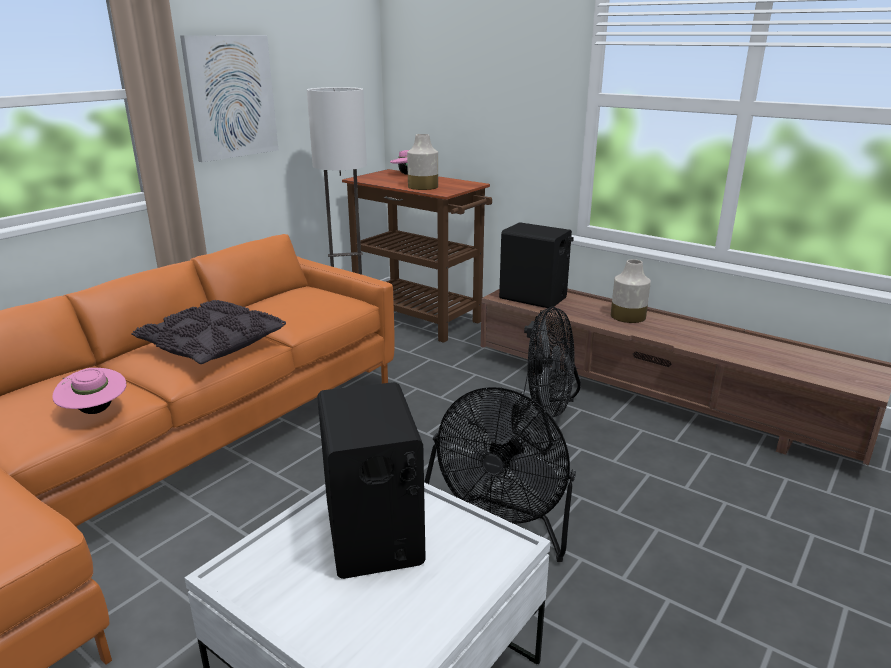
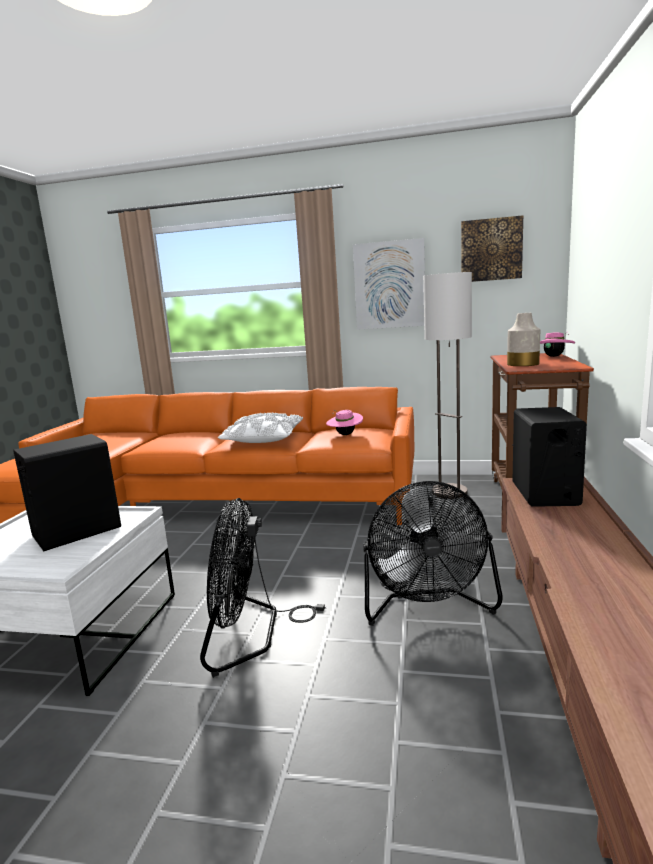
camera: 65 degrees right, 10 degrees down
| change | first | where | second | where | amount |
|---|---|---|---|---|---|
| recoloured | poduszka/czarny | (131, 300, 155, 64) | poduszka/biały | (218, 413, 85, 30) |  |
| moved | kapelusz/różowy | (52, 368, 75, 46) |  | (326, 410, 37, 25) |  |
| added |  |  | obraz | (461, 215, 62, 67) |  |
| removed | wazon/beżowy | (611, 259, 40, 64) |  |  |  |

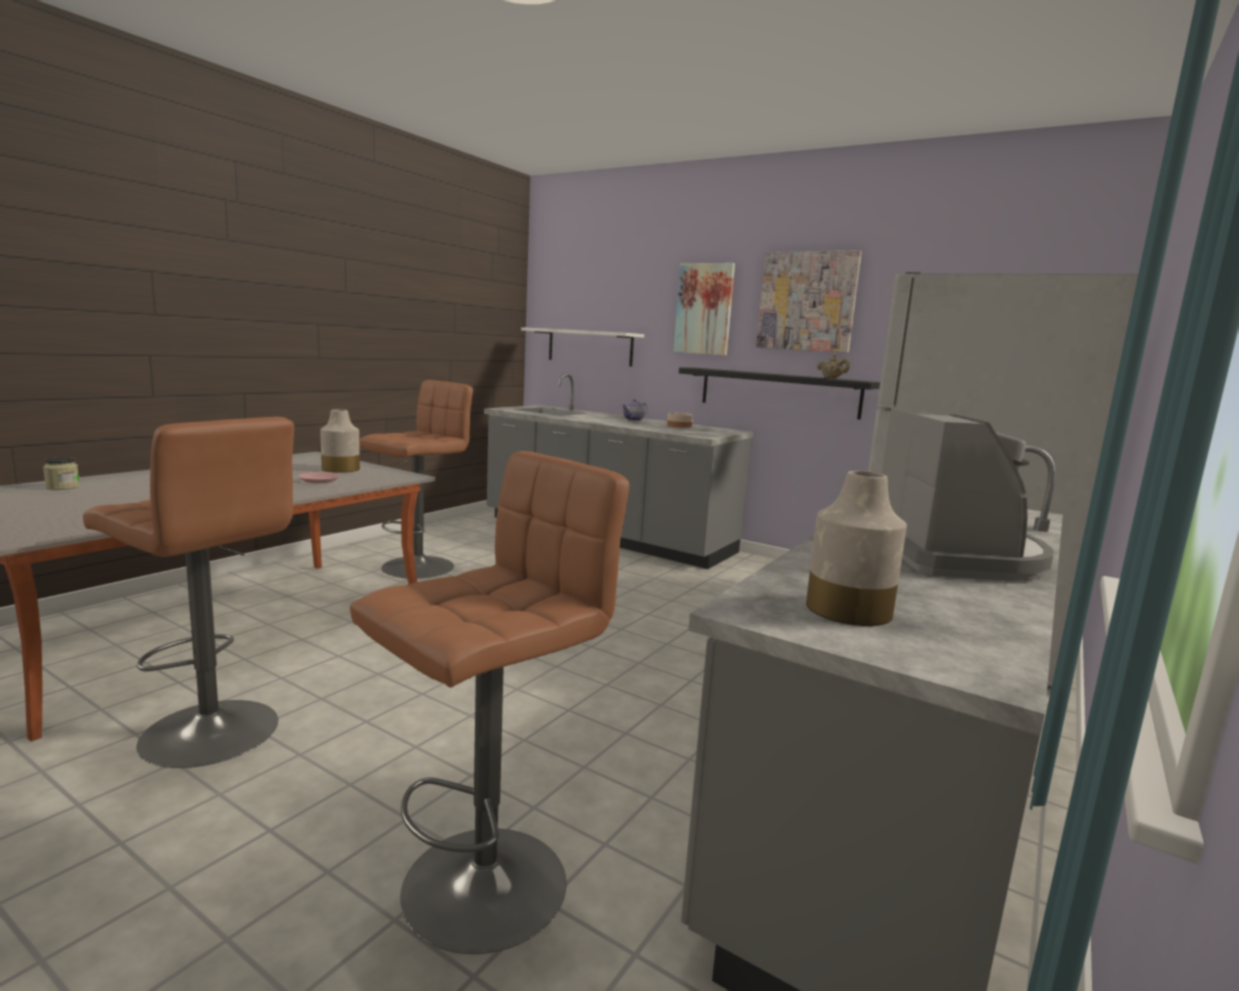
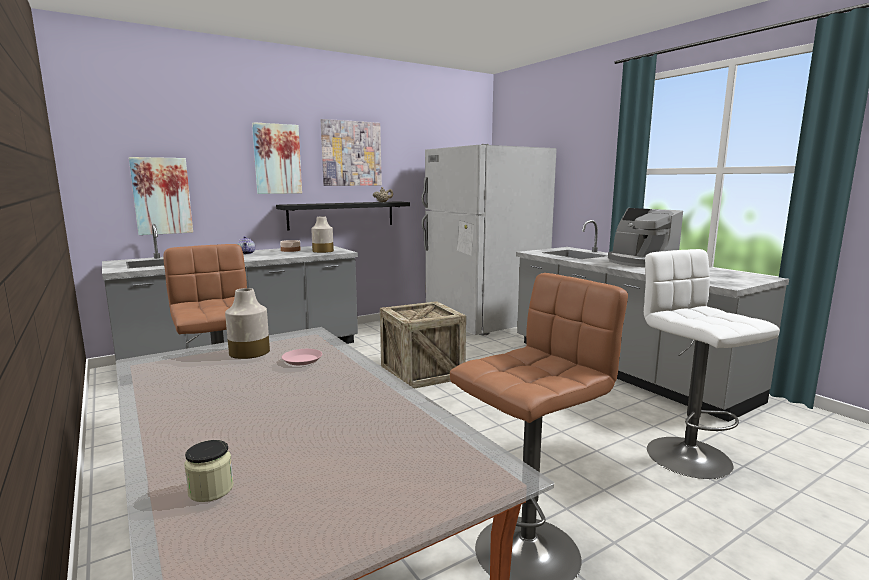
camera: 65 degrees left, 0 degrees up
| change | first | where | second | where | amount |
|---|---|---|---|---|---|
| replaced | półka/biały | (521, 327, 123, 39) | obraz | (129, 157, 64, 78) |  |
| moved | wazon/beżowy | (806, 471, 101, 155) |  | (311, 216, 23, 37) |  |
| added |  |  | skrzynka | (380, 301, 86, 88) |  |
| turned | ekspres do kawy | (881, 407, 172, 174) |  | (608, 208, 75, 59) | 150 degrees counterclockwise |
| recoloured | stołek/brązowy | (350, 451, 279, 503) | stołek/biały | (644, 249, 136, 230) |  |

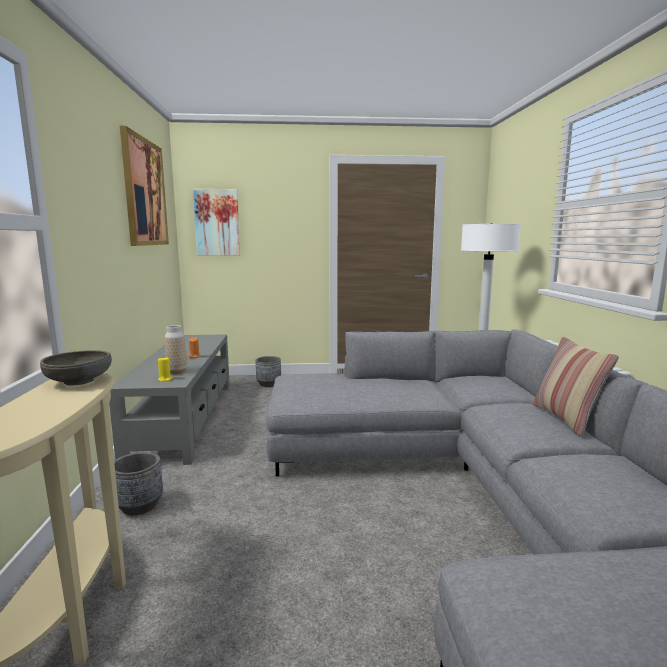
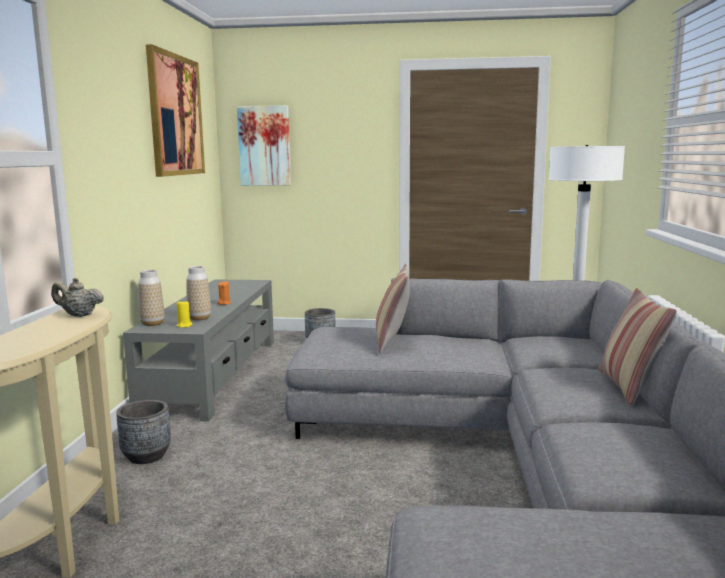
camera: 10 degrees right, 0 degrees up
| change | first | where | second | where | amount |
|---|---|---|---|---|---|
| replaced | miska/szary | (40, 350, 72, 35) | imbryk/beżowy | (51, 278, 53, 39) |  |
| added |  |  | wazon | (138, 270, 27, 56) |  |
| added |  |  | poduszka | (376, 264, 34, 90) |  |

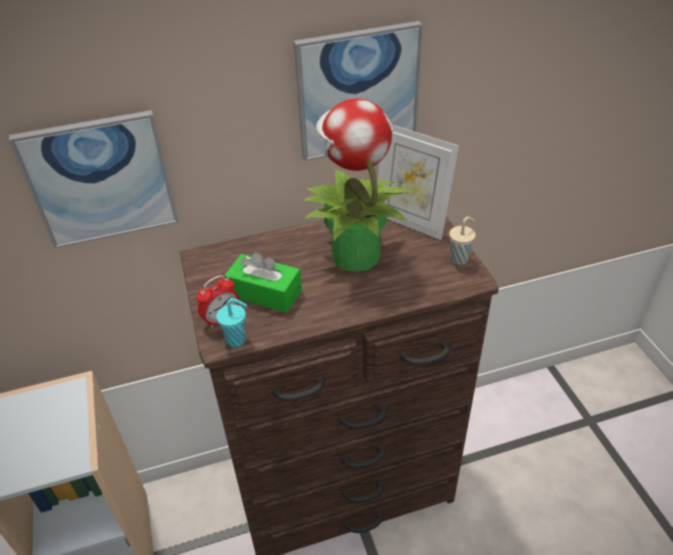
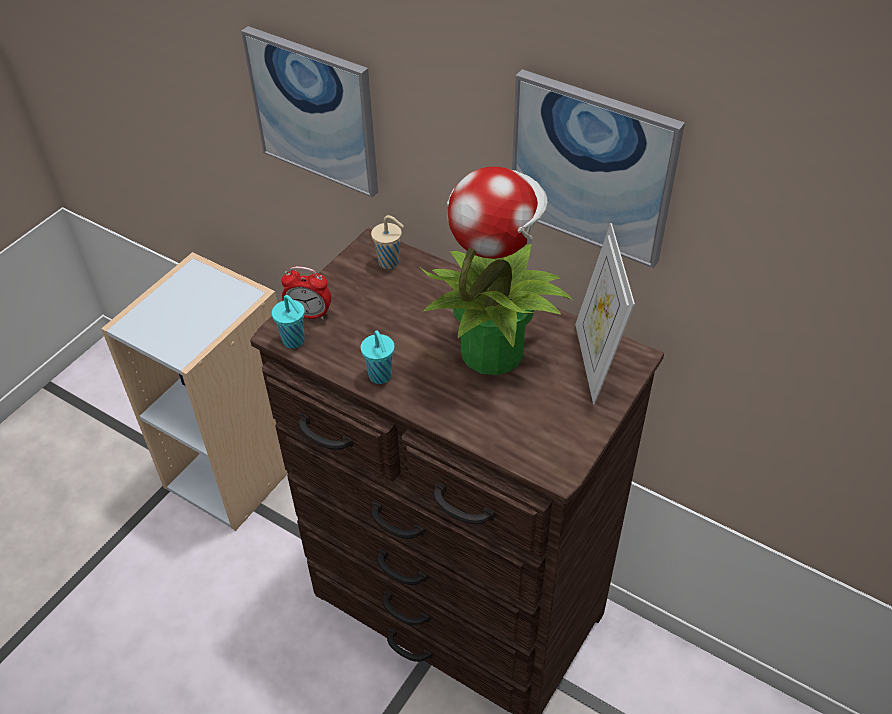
camera: 50 degrees right, 5 degrees up
| change | first | where | second | where | amount |
|---|---|---|---|---|---|
| added |  |  | filiżanka/turkusowy | (361, 330, 34, 54) |  |
| moved | filiżanka/beżowy | (449, 217, 27, 48) |  | (371, 215, 33, 54) |  |
| removed | pudełko chusteczek/zielony | (224, 252, 78, 61) |  |  |  |

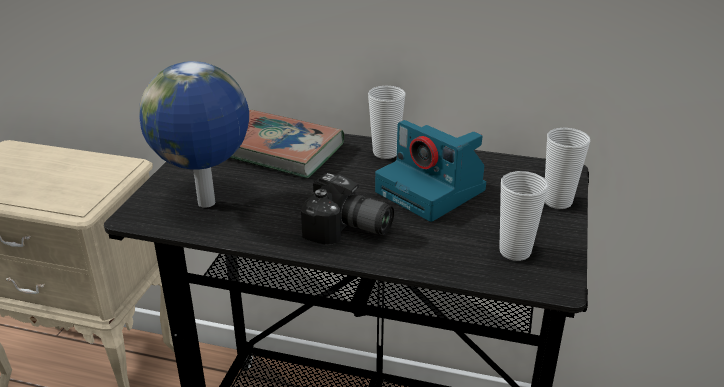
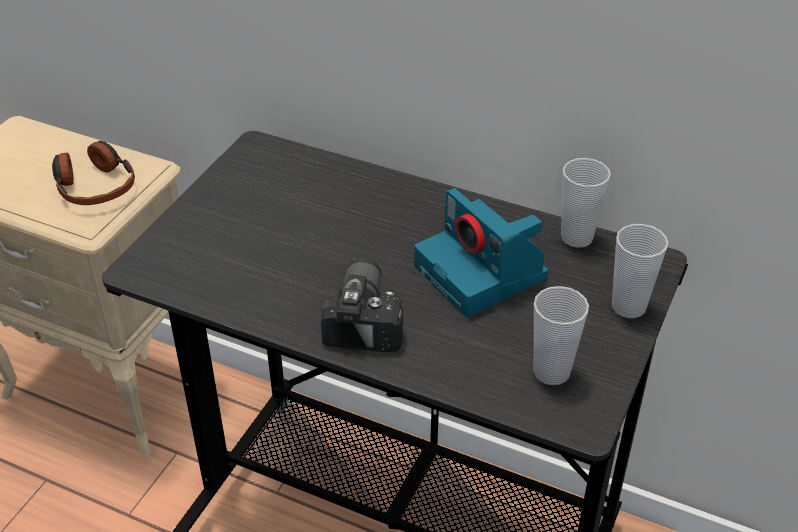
camera: 10 degrees right, 10 degrees up
| change | first | where | second | where | amount |
|---|---|---|---|---|---|
| added |  |  | słuchawki | (52, 141, 83, 64) |  |
| turned | aparat fotograficzny | (301, 173, 93, 72) |  | (321, 258, 82, 94) | 120 degrees counterclockwise |
| moved | filiżanka | (368, 86, 38, 73) |  | (561, 158, 50, 90) |  |
| removed | globus | (139, 61, 110, 147) |  |  |  |
| removed | książka | (230, 110, 114, 68) |  |  |  |

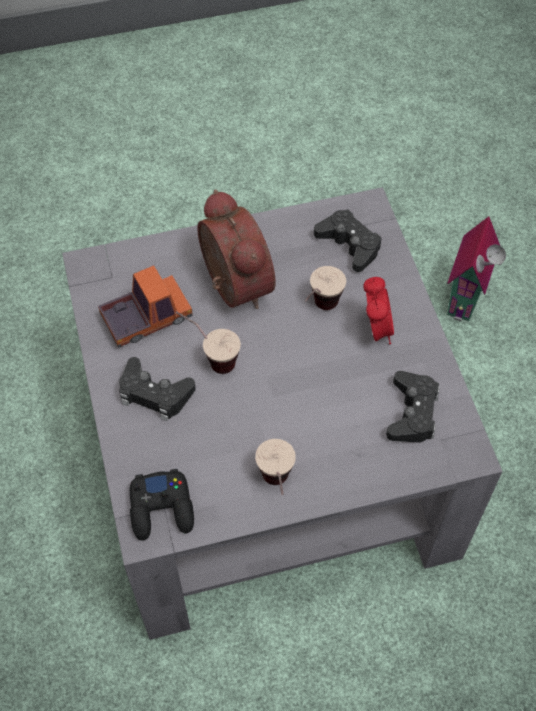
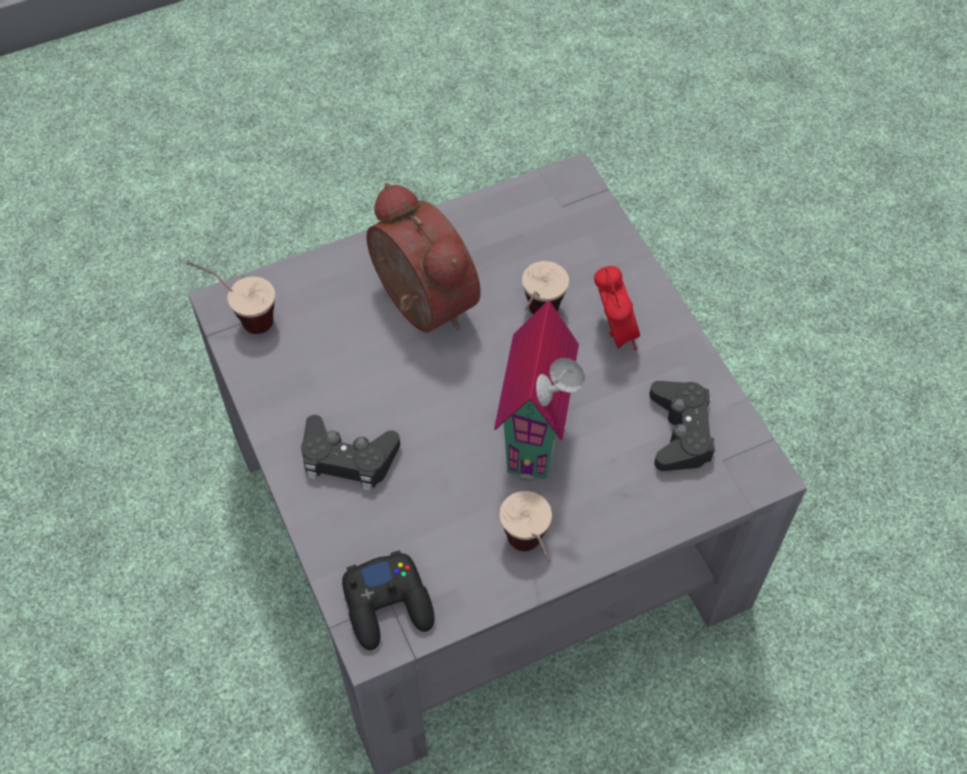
camera: 10 degrees left, 0 degrees up
| change | first | where | second | where | amount |
|---|---|---|---|---|---|
| moved | filiżanka | (175, 311, 66, 63) |  | (187, 261, 88, 73) |  |
| moved | domek | (447, 216, 59, 105) |  | (494, 300, 91, 181) |  |
| removed | ciężarówka zabawkowa | (98, 265, 95, 83) |  |  |  |
| removed | pad do gier/czarny | (314, 209, 67, 63) |  |  |  |

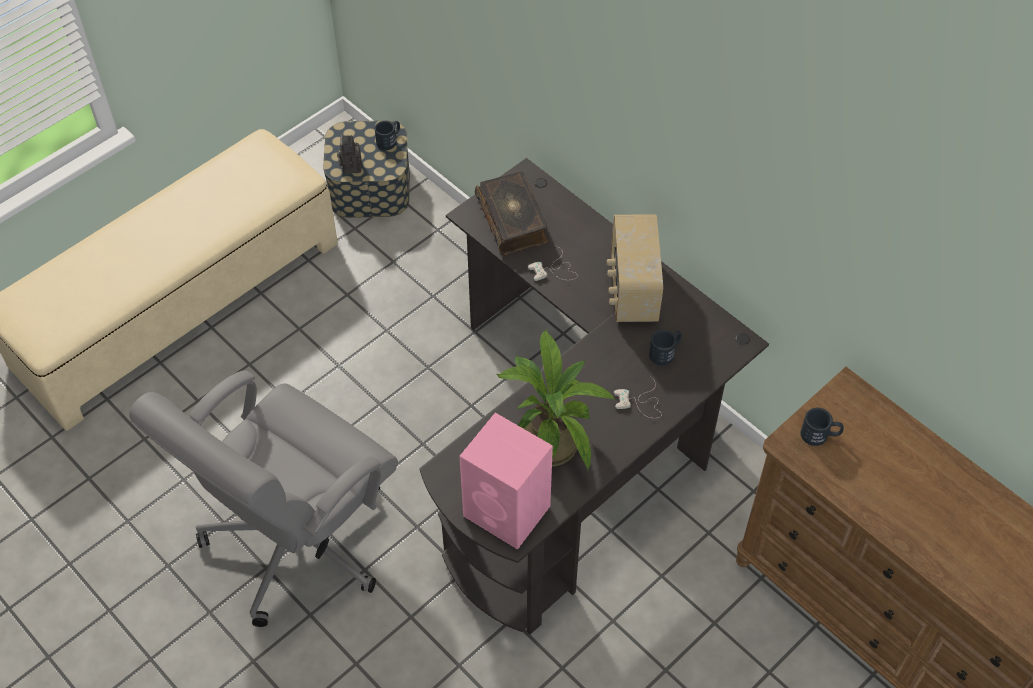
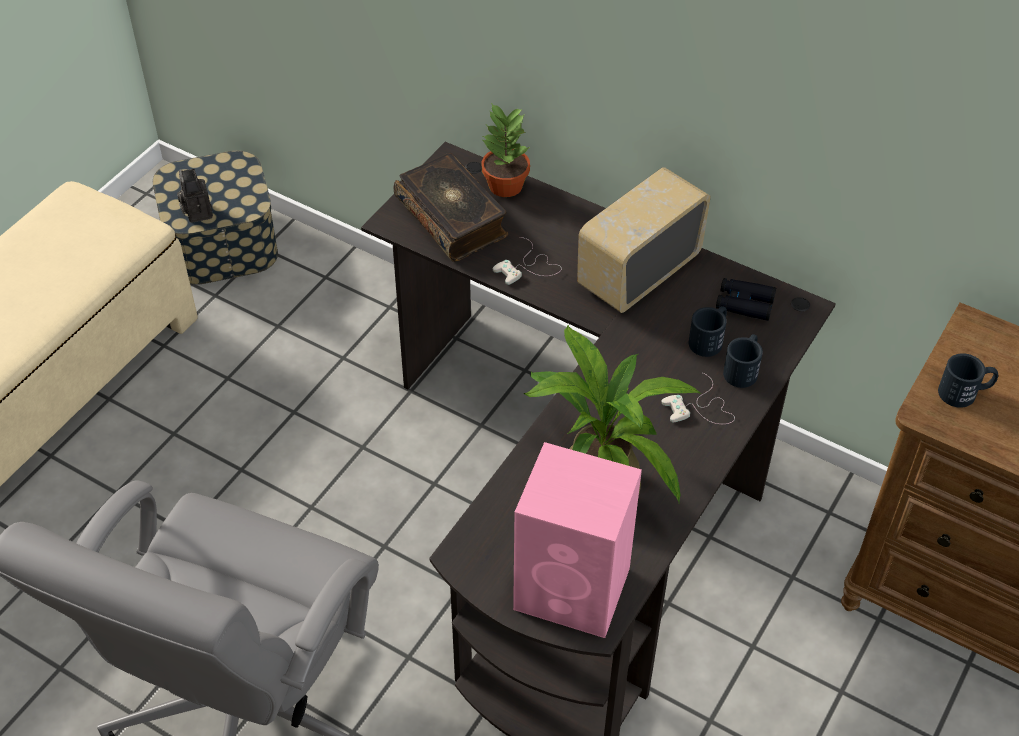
camera: 15 degrees left, 5 degrees down
| change | first | where | second | where | amount |
|---|---|---|---|---|---|
| added |  |  | roślina doniczkowa | (481, 103, 49, 94) |  |
| turned | radio | (607, 214, 56, 108) |  | (577, 167, 134, 146) | 60 degrees clockwise |
| added |  |  | lornetka/czarny | (716, 278, 60, 43) |  |
| moved | kubek/czarny | (375, 121, 25, 29) |  | (723, 334, 40, 54) |  |

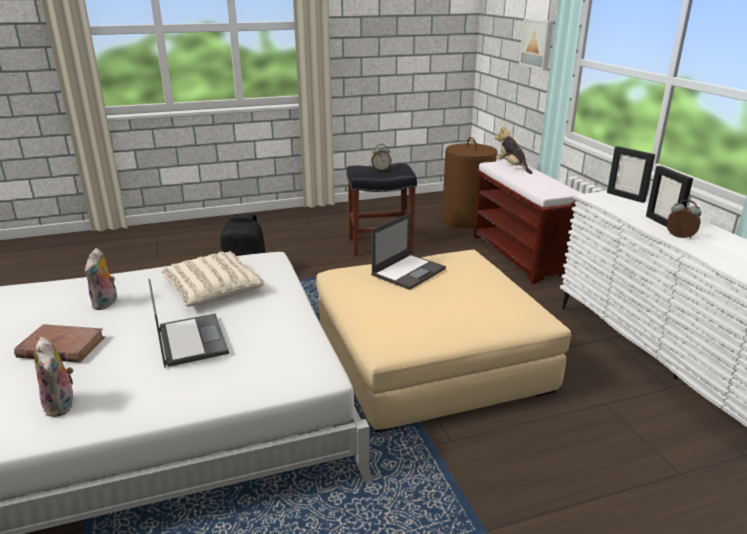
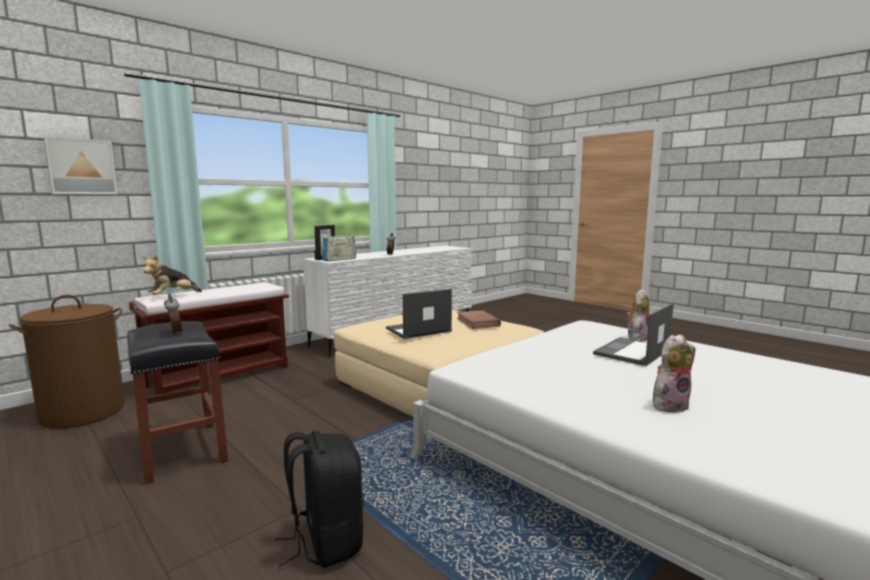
camera: 115 degrees left, 15 degrees down
| change | first | where | second | where | amount |
|---|---|---|---|---|---|
| added |  |  | radio | (322, 232, 34, 29) |  |
| turned | laptop | (371, 213, 75, 77) |  | (386, 289, 66, 50) | 45 degrees counterclockwise |
| moved | książka/brązowy | (14, 324, 91, 39) |  | (457, 310, 44, 19) |  |
| moved | pluszak | (35, 337, 39, 80) |  | (626, 289, 23, 53) |  |
| removed | poduszka/beżowy | (161, 251, 103, 56) |  |  |  |
| removed | ramka na zdjęcie | (646, 166, 47, 61) |  |  |  |

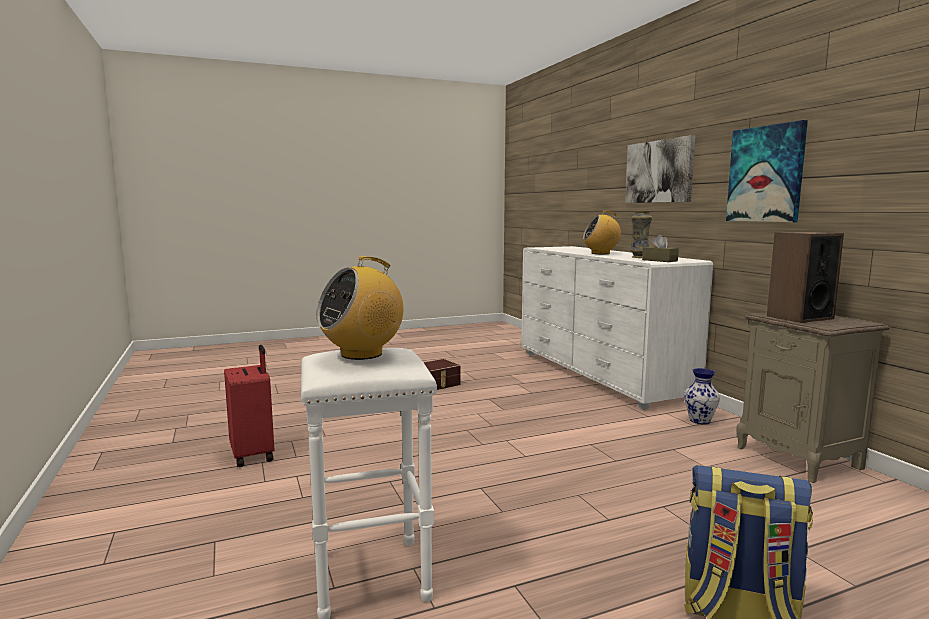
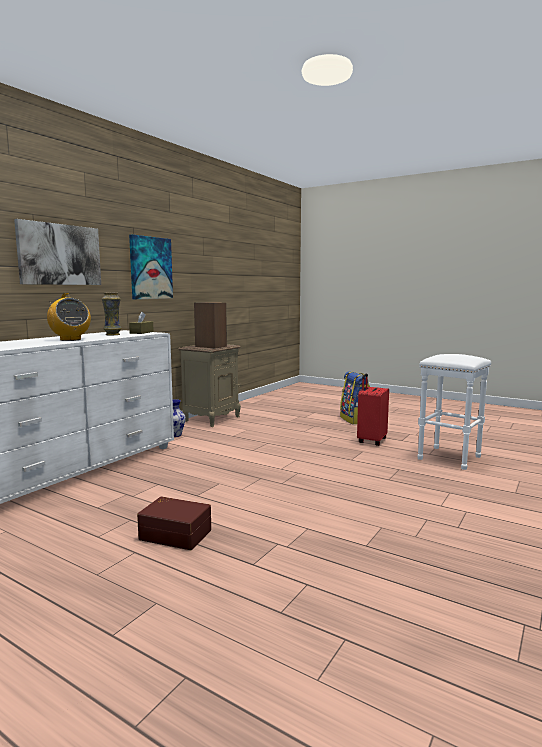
camera: 125 degrees left, 0 degrees up
| change | first | where | second | where | amount |
|---|---|---|---|---|---|
| moved | walizka/czerwony | (224, 345, 50, 122) |  | (357, 374, 32, 72) |  |
| removed | radio | (316, 256, 87, 104) |  |  |  |

